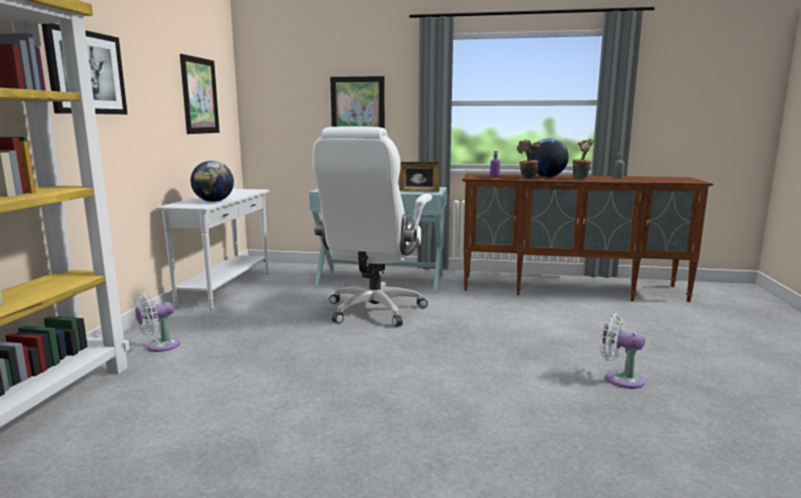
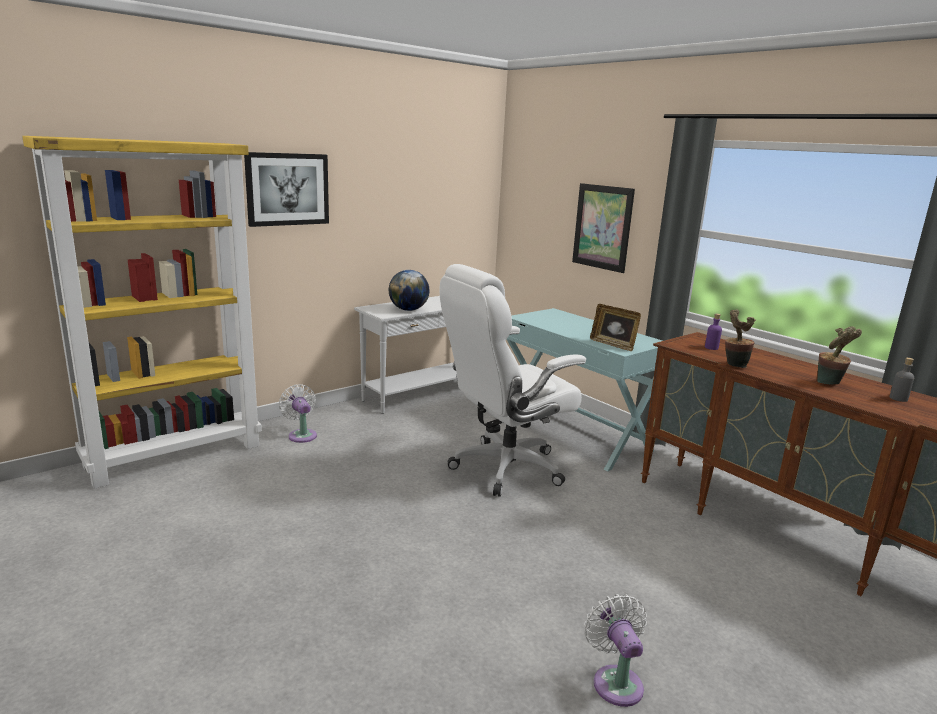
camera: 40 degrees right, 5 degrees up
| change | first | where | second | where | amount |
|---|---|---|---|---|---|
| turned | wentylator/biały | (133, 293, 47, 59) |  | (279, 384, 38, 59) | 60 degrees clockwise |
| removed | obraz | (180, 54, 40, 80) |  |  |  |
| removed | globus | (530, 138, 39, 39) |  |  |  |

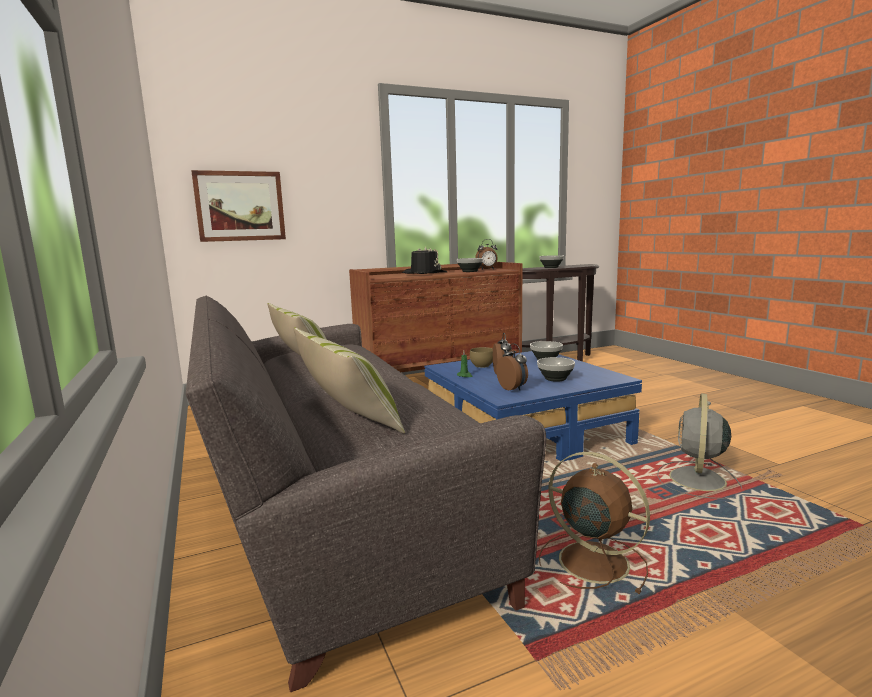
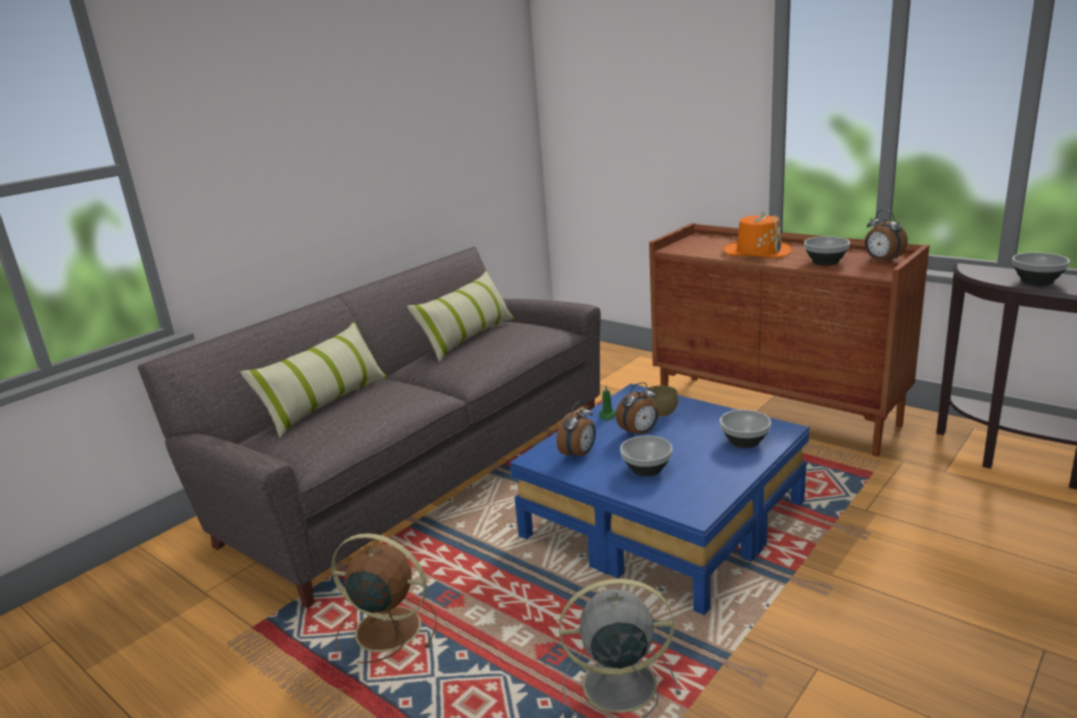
camera: 65 degrees right, 10 degrees up
| change | first | where | second | where | amount |
|---|---|---|---|---|---|
| turned | wentylator/brązowy | (539, 452, 111, 142) |  | (331, 533, 106, 130) | 90 degrees counterclockwise |
| recoloured | kapelusz/czarny | (402, 246, 46, 28) | kapelusz/pomarańczowy | (723, 212, 69, 46) |  |
| removed | obraz | (191, 170, 95, 72) |  |  |  |

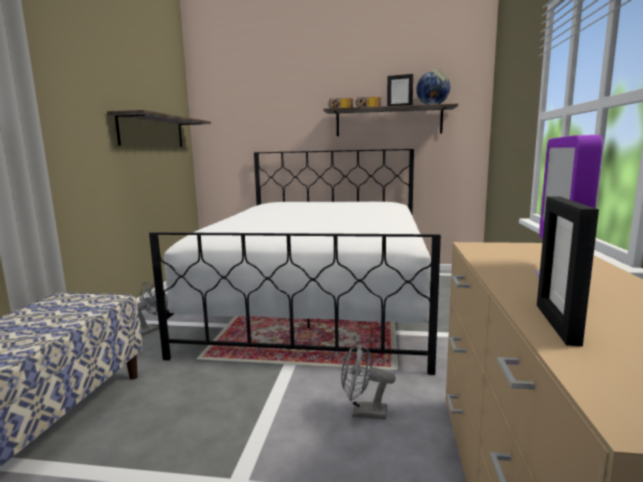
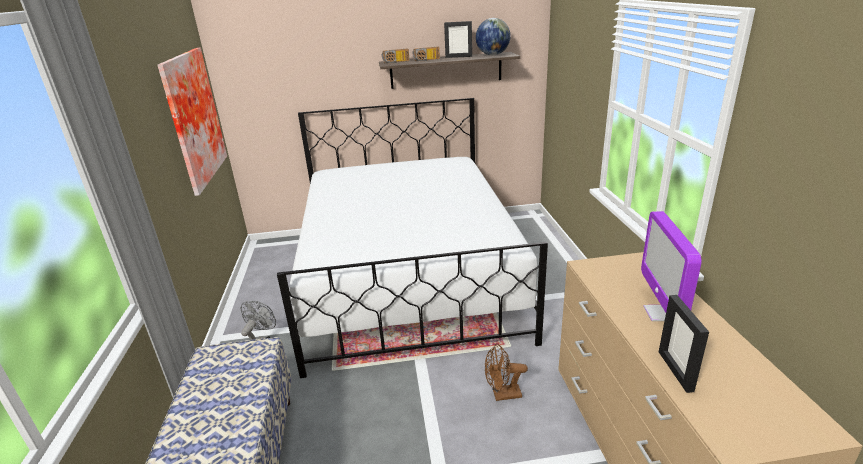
camera: 15 degrees left, 15 degrees up
| change | first | where | second | where | amount |
|---|---|---|---|---|---|
| replaced | półka | (107, 110, 104, 37) | obraz | (157, 47, 70, 149) |  |
| recoloured | wentylator/szary | (341, 341, 55, 79) | wentylator/brązowy | (485, 344, 43, 57) |  |

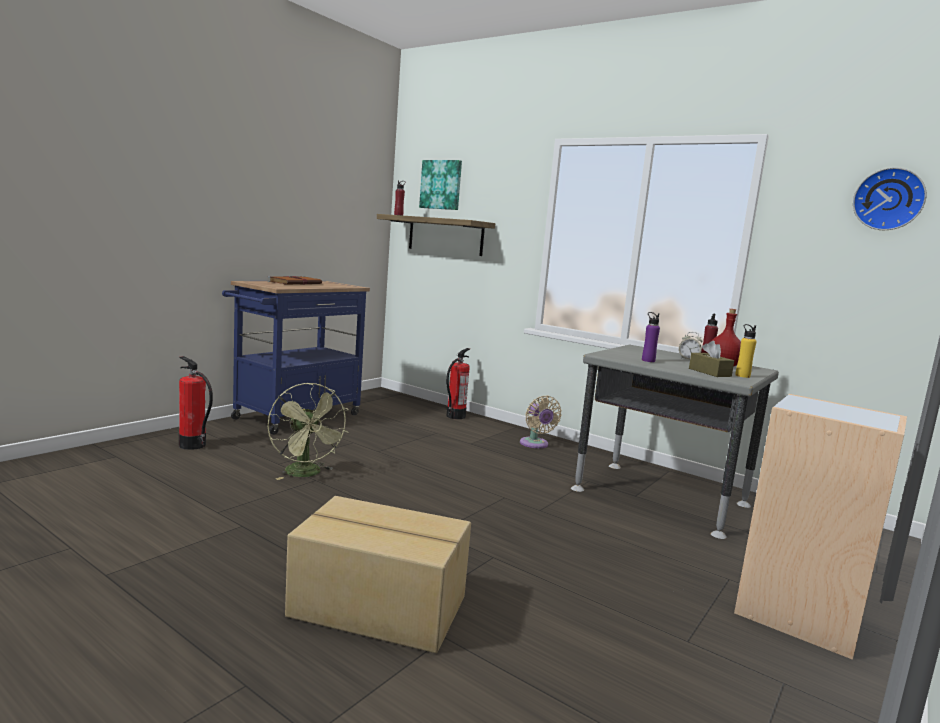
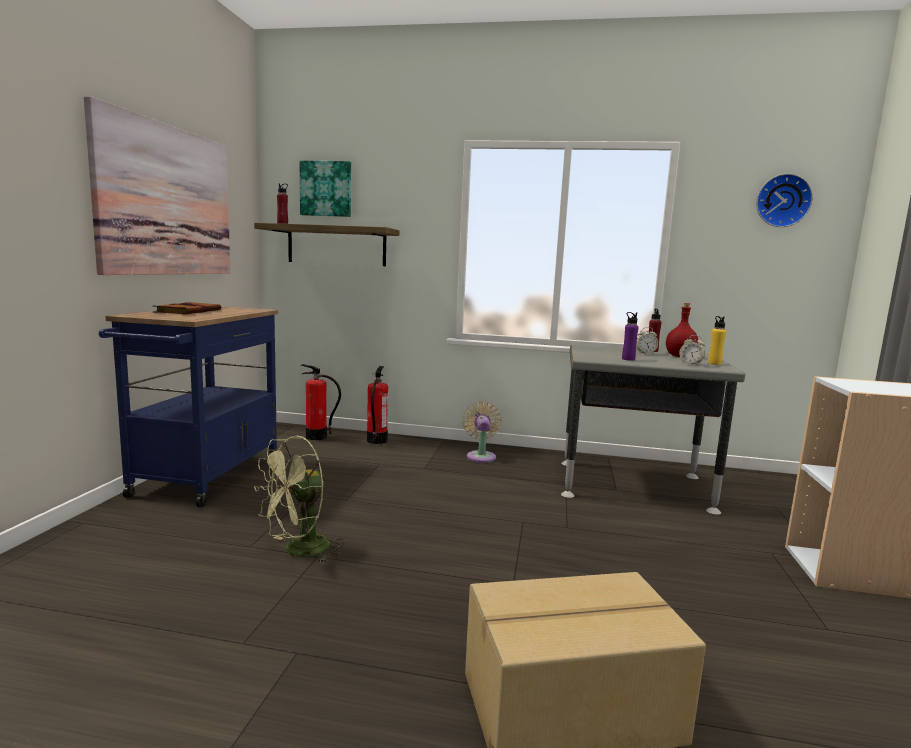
camera: 25 degrees left, 0 degrees up
| change | first | where | second | where | amount |
|---|---|---|---|---|---|
| added |  |  | obraz | (83, 96, 147, 179) |  |
| turned | wentylator/zielony | (267, 383, 81, 97) |  | (254, 436, 91, 128) | 105 degrees clockwise |
| moved | gaśnica | (179, 356, 34, 94) |  | (301, 364, 40, 76) |  |
| turned | wentylator/beżowy | (520, 395, 42, 53) |  | (462, 401, 40, 62) | 135 degrees counterclockwise |
| replaced | pudełko chusteczek/brązowy | (689, 341, 45, 36) | budzik | (679, 335, 26, 30) |  |

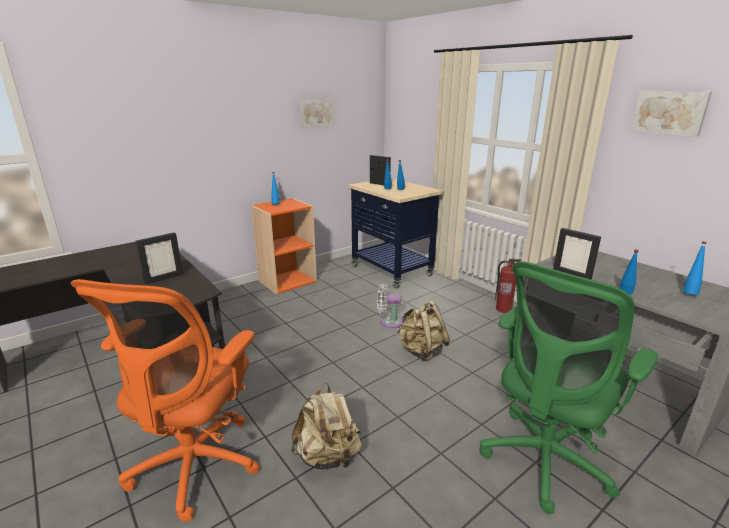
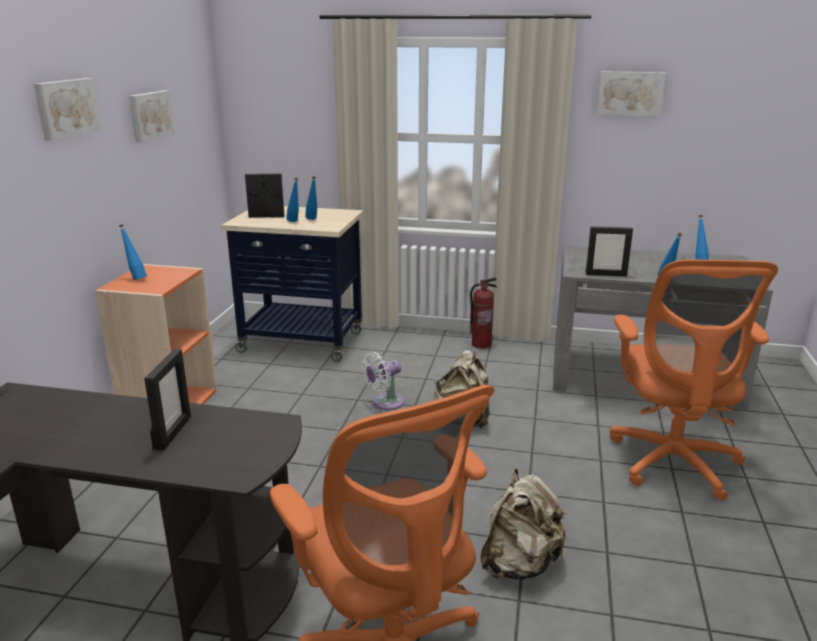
camera: 40 degrees left, 0 degrees up
| change | first | where | second | where | amount |
|---|---|---|---|---|---|
| added |  |  | obraz | (34, 78, 67, 63) |  |
| recoloured | krzesło biurowe/zielony | (480, 261, 178, 253) | krzesło biurowe/pomarańczowy | (610, 260, 168, 241) |  |

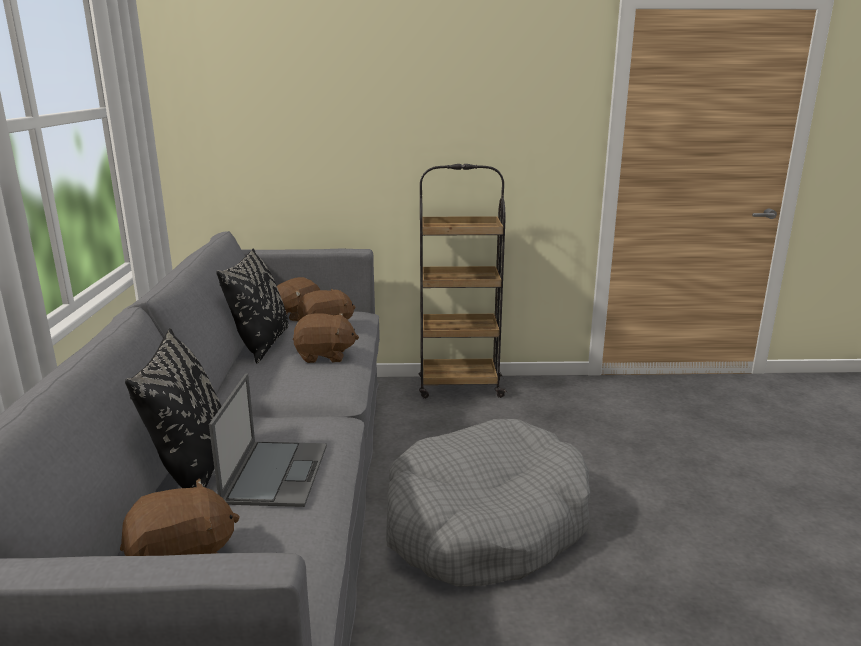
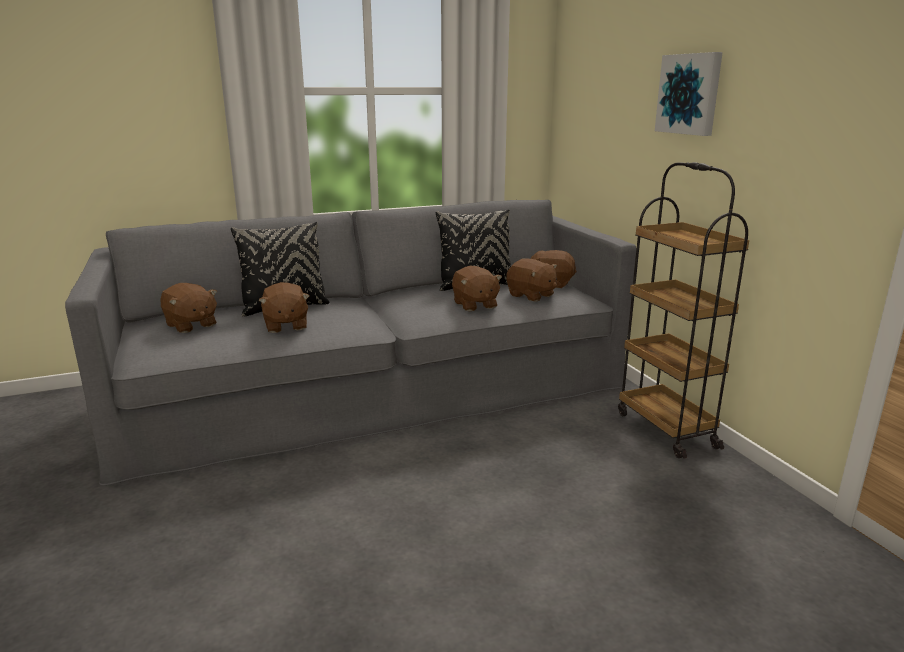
camera: 70 degrees right, 0 degrees up
| change | first | where | second | where | amount |
|---|---|---|---|---|---|
| replaced | laptop | (209, 373, 118, 134) | pluszak/brązowy | (258, 282, 52, 51) |  |
| added |  |  | obraz | (655, 52, 68, 84) |  |
| removed | legowisko/szary | (386, 419, 205, 168) |  |  |  |

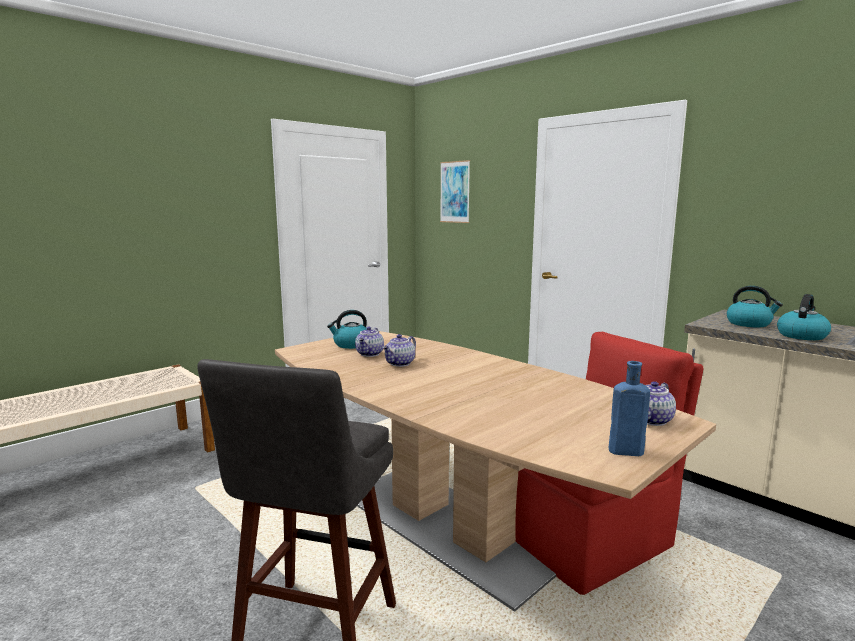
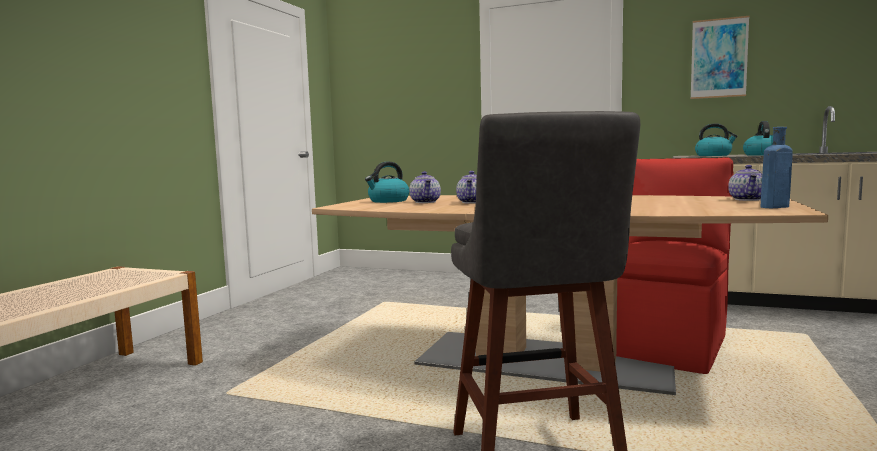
camera: 25 degrees left, 5 degrees down
| change | first | where | second | where | amount |
|---|---|---|---|---|---|
| moved | obraz | (440, 160, 30, 63) |  | (691, 16, 58, 83) |  |

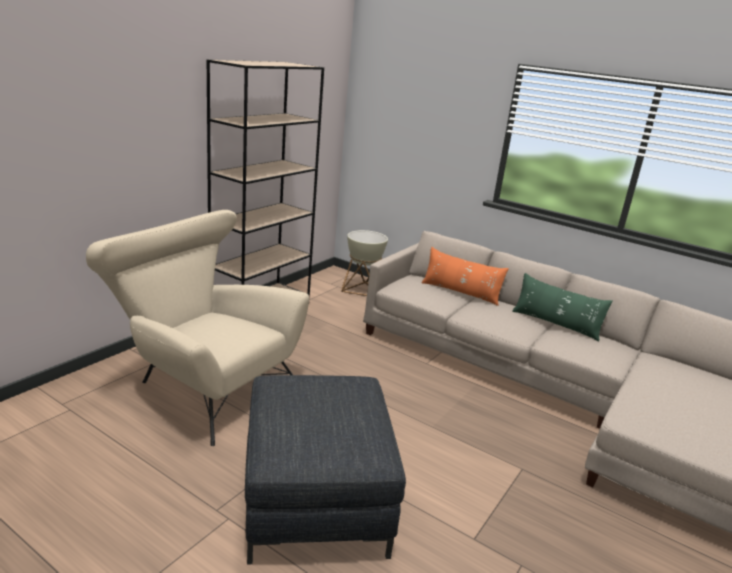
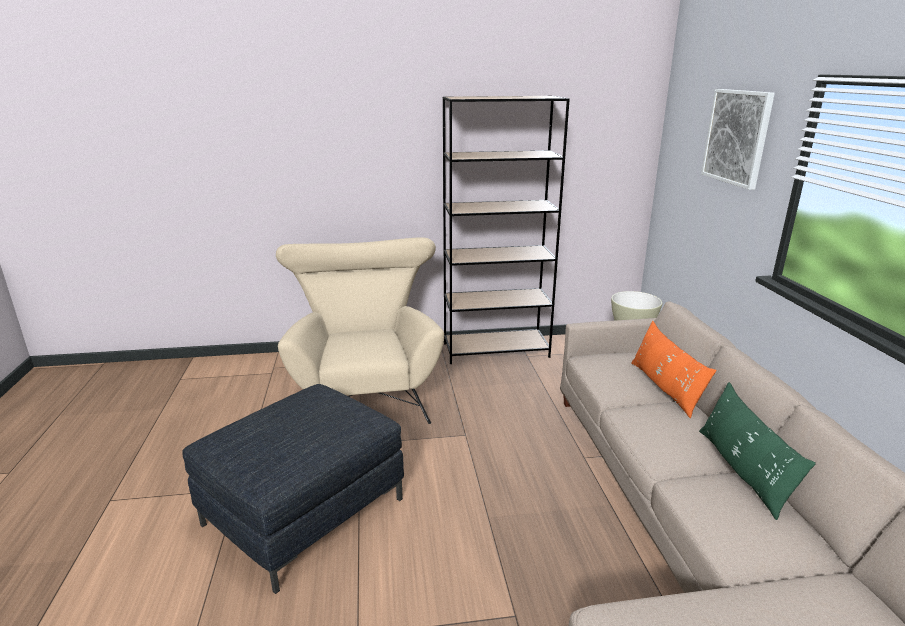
camera: 50 degrees right, 0 degrees up
| change | first | where | second | where | amount |
|---|---|---|---|---|---|
| added |  |  | obraz | (701, 89, 74, 101) |  |

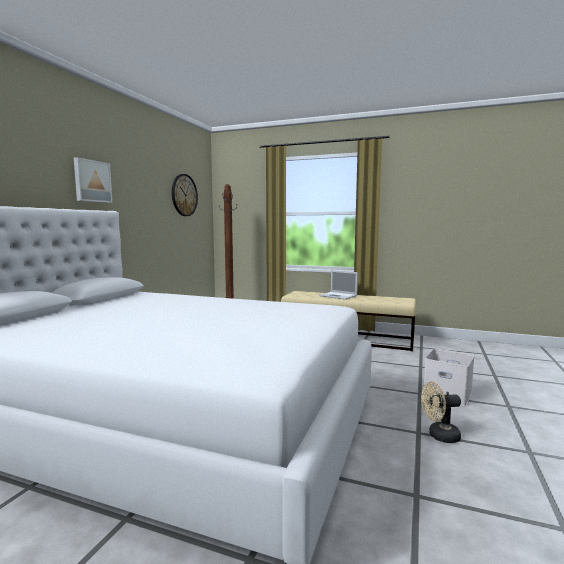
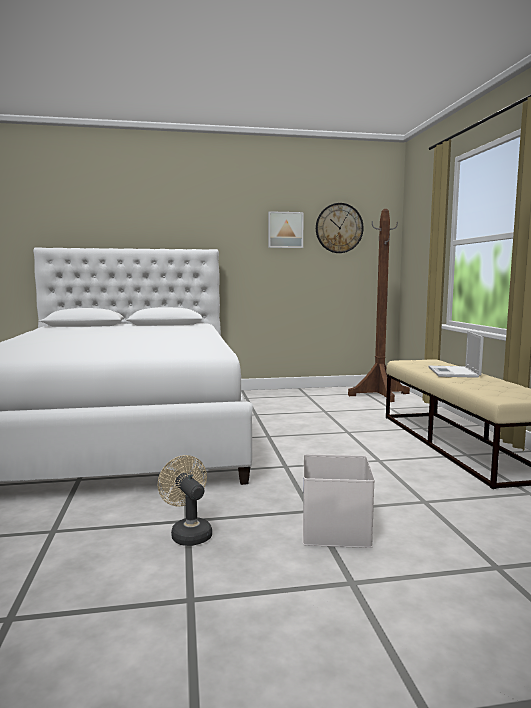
camera: 60 degrees right, 0 degrees up
| change | first | where | second | where | amount |
|---|---|---|---|---|---|
| moved | obraz | (74, 157, 39, 46) |  | (268, 211, 36, 37) |  |

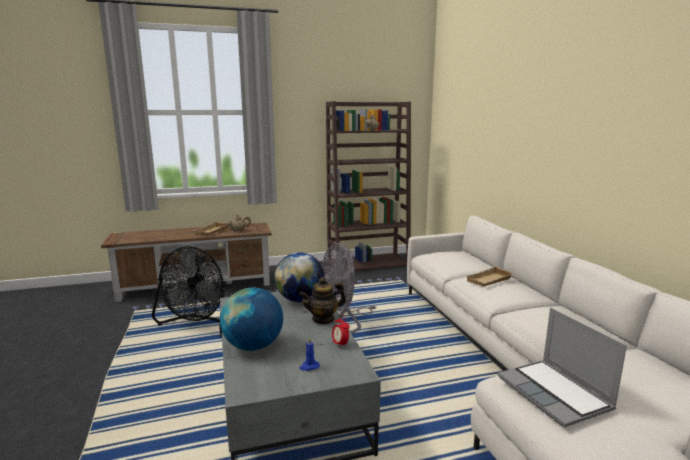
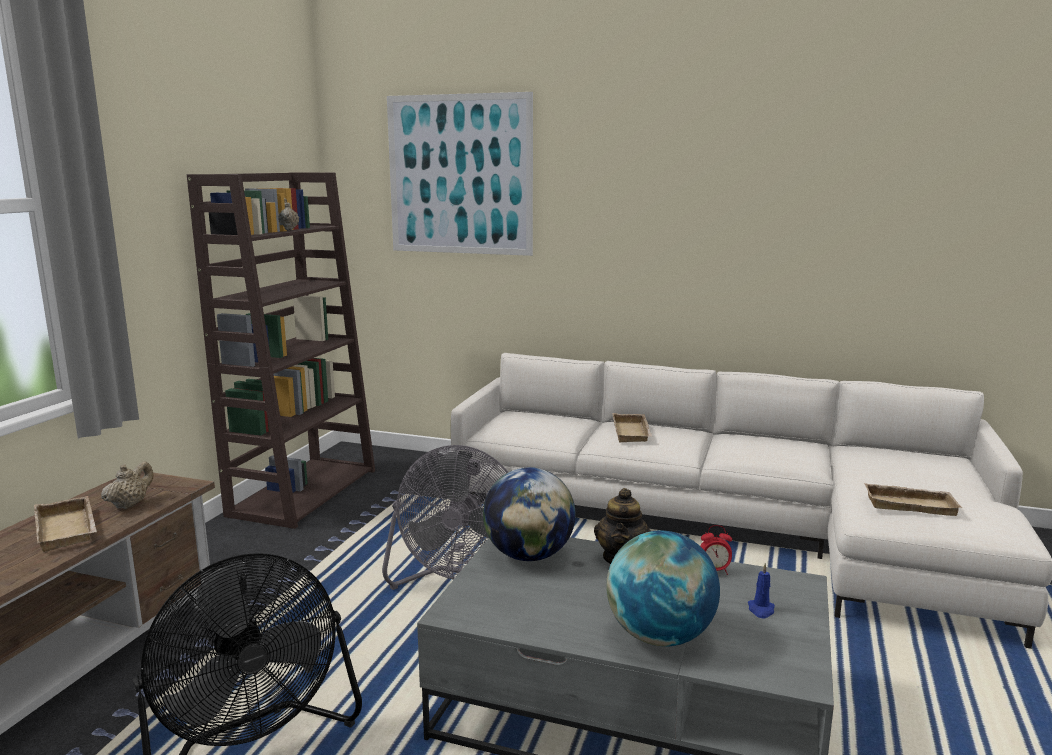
camera: 55 degrees left, 0 degrees up
| change | first | where | second | where | amount |
|---|---|---|---|---|---|
| added |  |  | obraz | (387, 92, 146, 164) |  |
| replaced | laptop | (498, 308, 129, 120) | taca/beżowy | (864, 483, 98, 33) |  |

